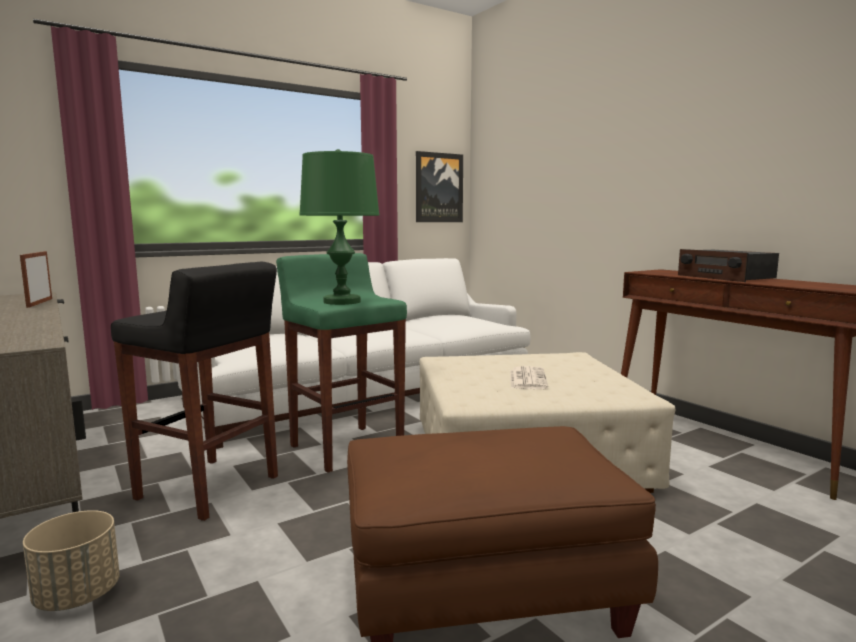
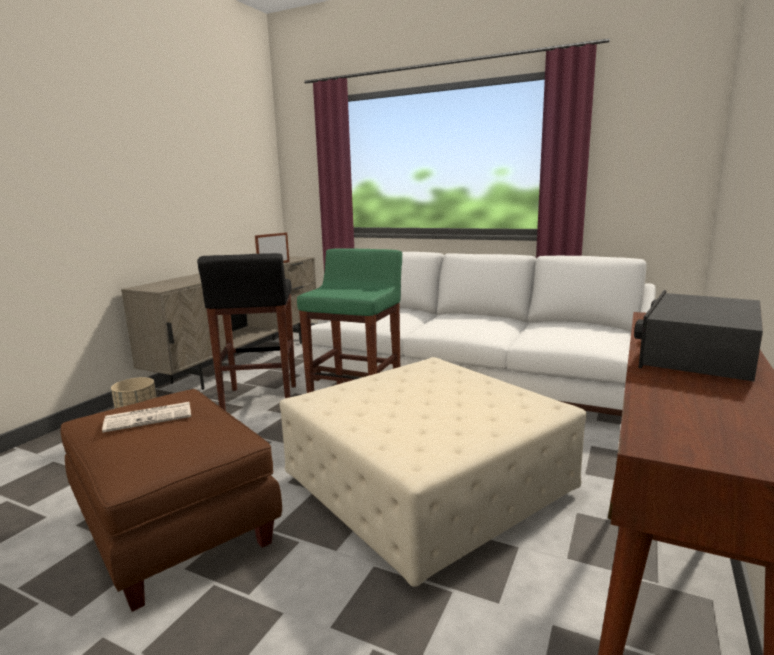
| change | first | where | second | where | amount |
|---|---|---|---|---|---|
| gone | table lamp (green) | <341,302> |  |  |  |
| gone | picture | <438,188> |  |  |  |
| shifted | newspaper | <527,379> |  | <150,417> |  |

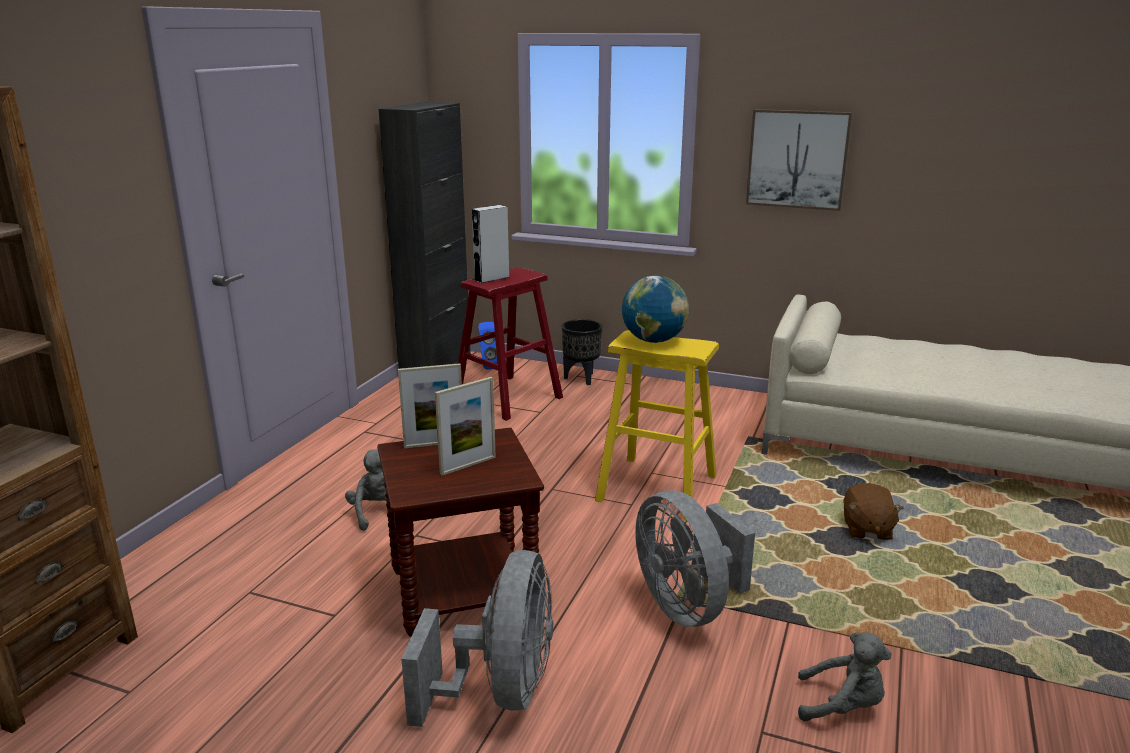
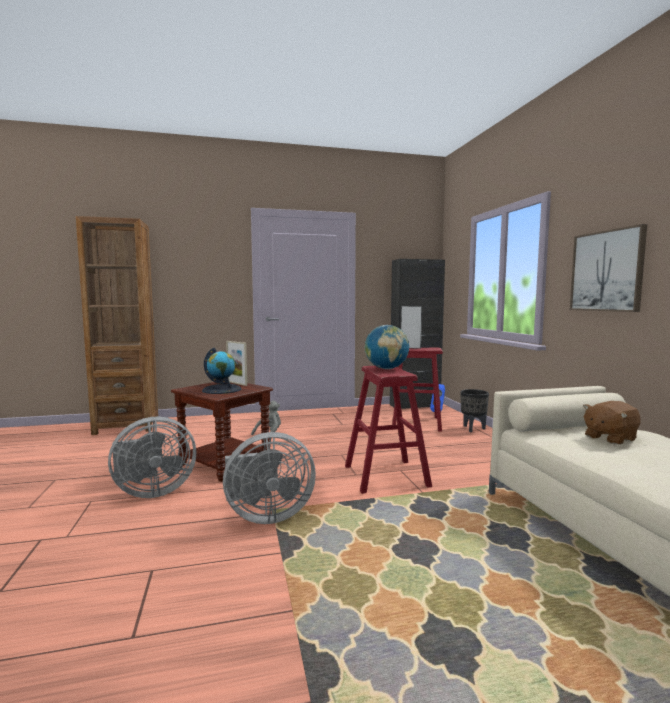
| change | first | where | second | where | amount |
|---|---|---|---|---|---|
| swapped | picture frame | <468,465> | globe | <222,389> |  |
| repainted | stool (yellow) | <657,487> | stool (red) | <386,476> |  |
| rotated | fan (grey) | <688,606> |  | <266,516> | 135 degrees counterclockwise |
| gone | plush toy (grey) | <842,706> |  |  |  |
| shifted | plush toy (brown) | <866,529> |  | <609,438> |  |

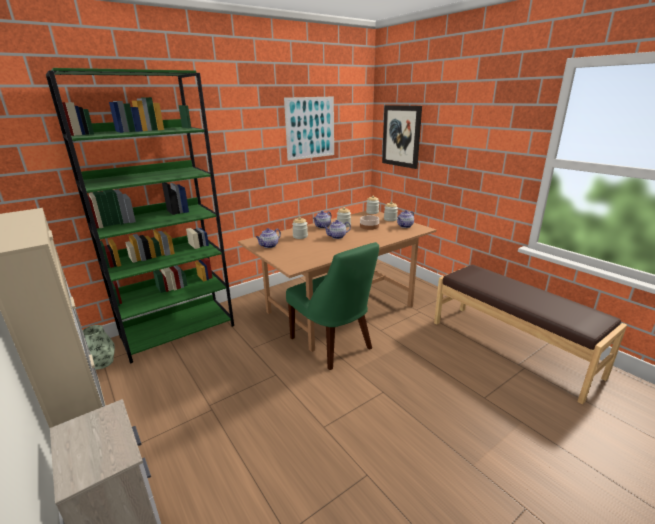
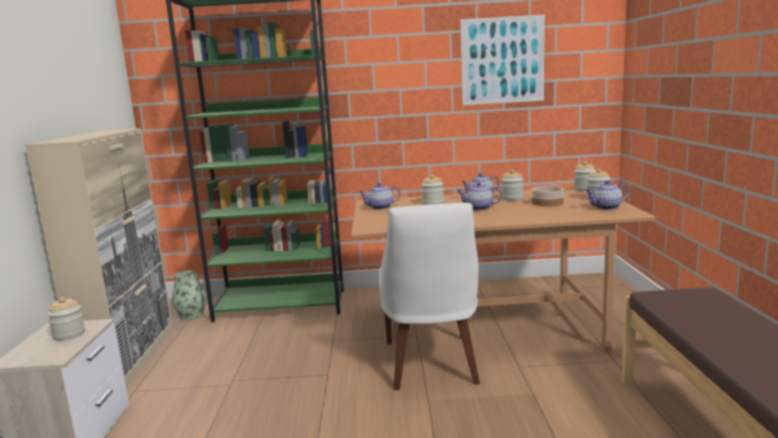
| change | first | where | second | where | amount |
|---|---|---|---|---|---|
| repainted | chair (green) | <333,345> | chair (white) | <431,365> |  |
| gone | picture | <401,136> |  |  |  |
| new |  |  | jar | <69,334> |  |

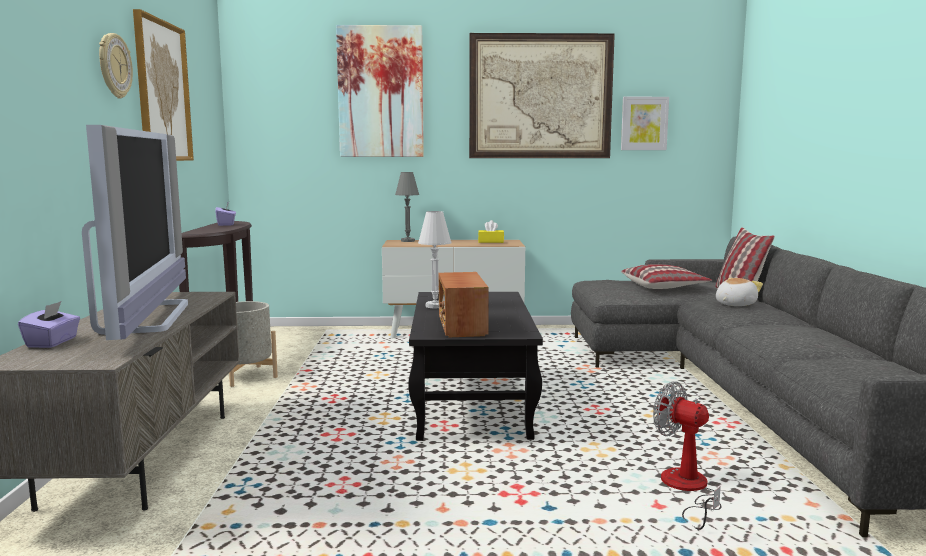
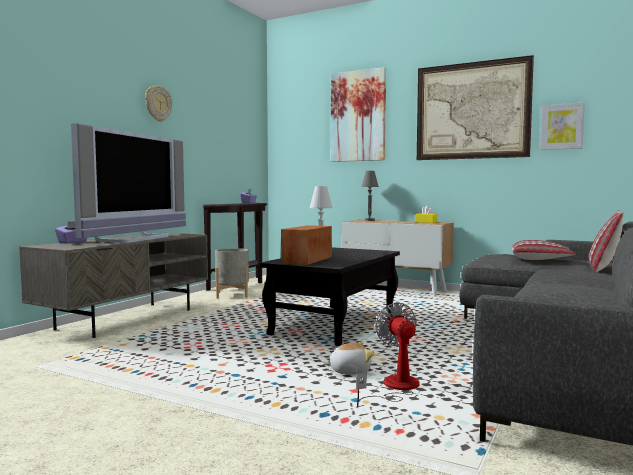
| change | first | where | second | where | amount |
|---|---|---|---|---|---|
| gone | picture | <162,91> |  |  |  |
| shifted | plush toy | <734,304> |  | <349,371> |  |

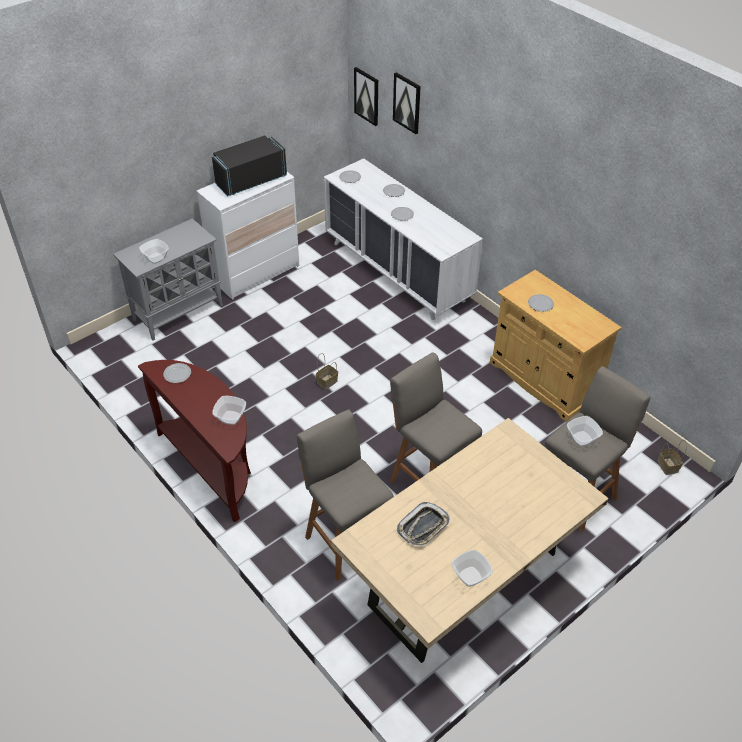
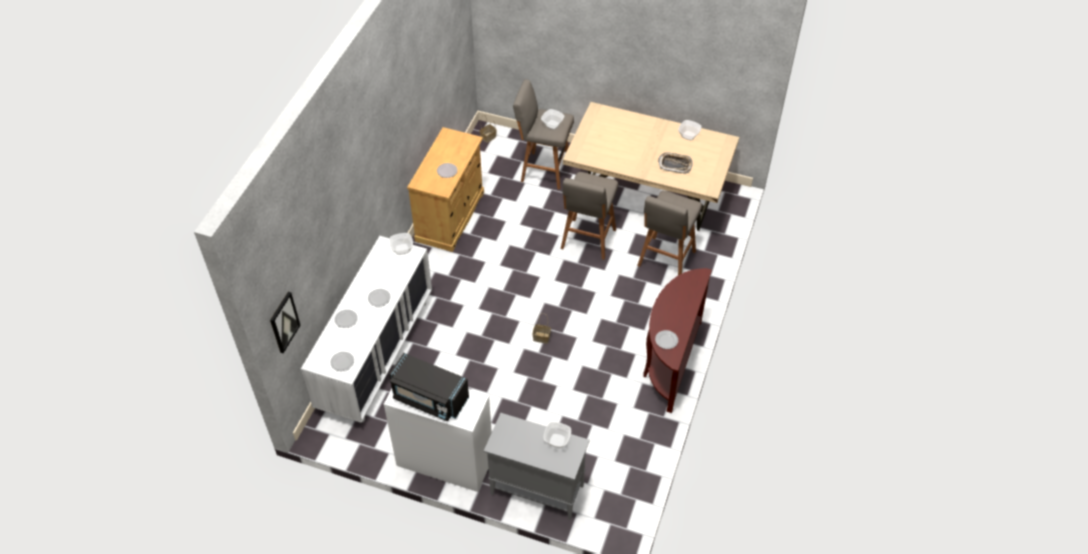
| change | first | where | second | where | amount |
|---|---|---|---|---|---|
| shifted | bowl | <230,418> |  | <402,249> |  |
| gone | picture | <407,103> |  |  |  |

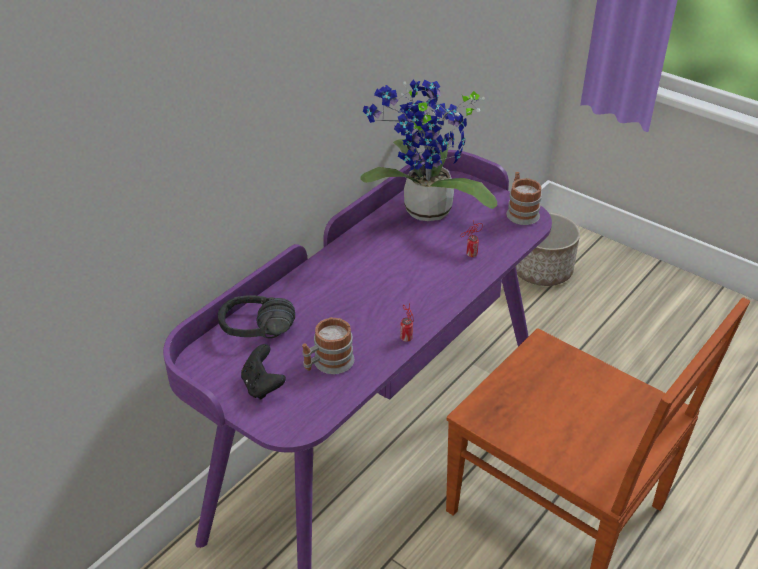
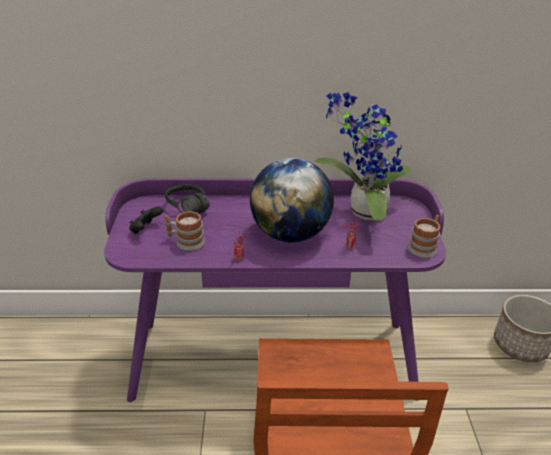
| change | first | where | second | where | amount |
|---|---|---|---|---|---|
| new |  |  | globe | <290,234> |  |

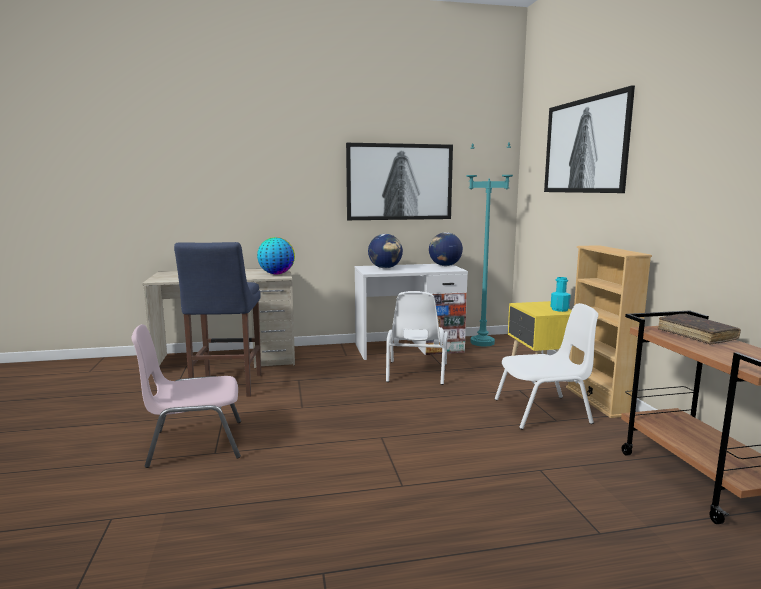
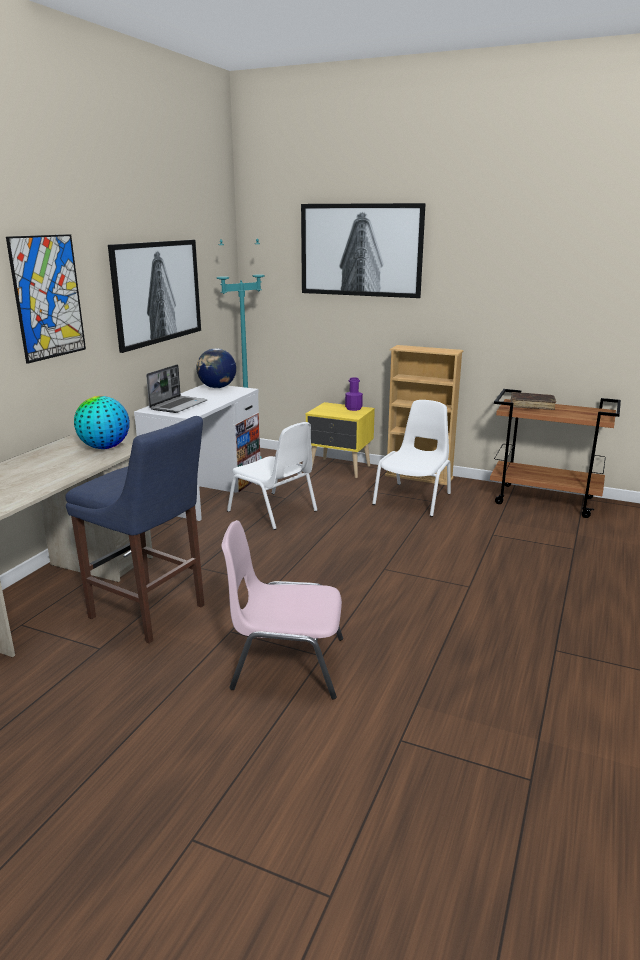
| change | first | where | second | where | amount |
|---|---|---|---|---|---|
| rotated | chair (pink) | <195,443> |  | <286,663> | 75 degrees clockwise |
| swapped | globe | <385,268> | laptop | <178,405> |  |
| repainted | bottle (turquoise) | <559,309> | bottle (purple) | <353,408> |  |
| new |  |  | picture | <48,297> |  |

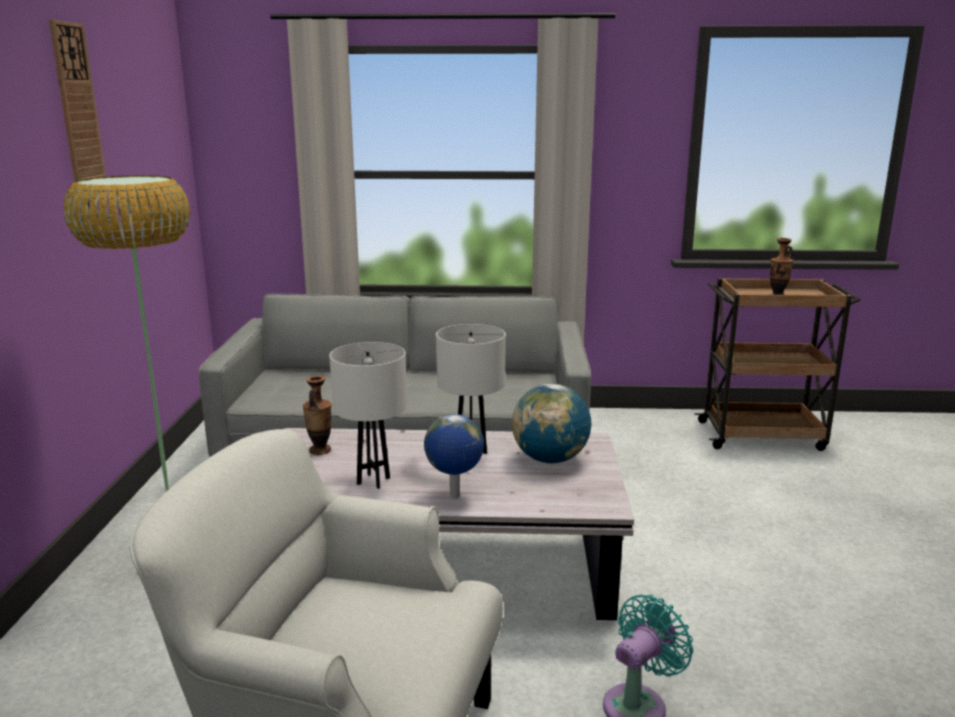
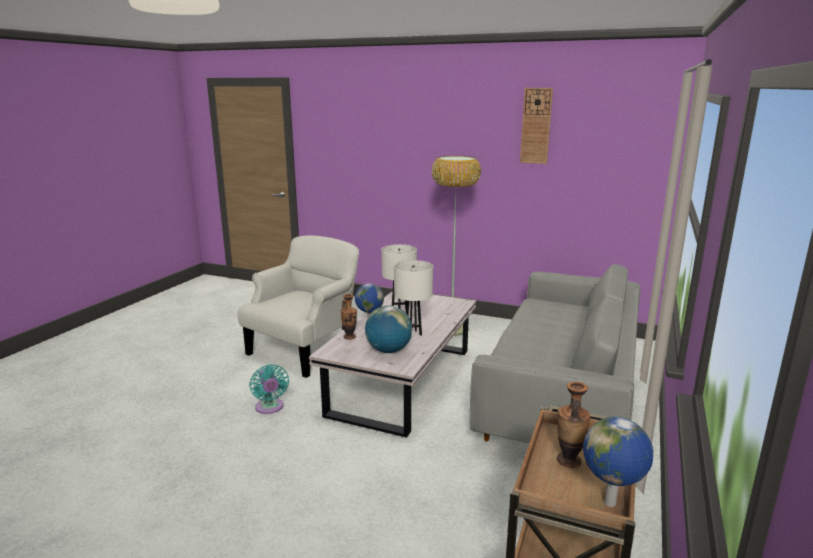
| change | first | where | second | where | amount |
|---|---|---|---|---|---|
| shifted | vase | <320,450> |  | <349,337> |  |
| new |  |  | globe | <611,504> |  |

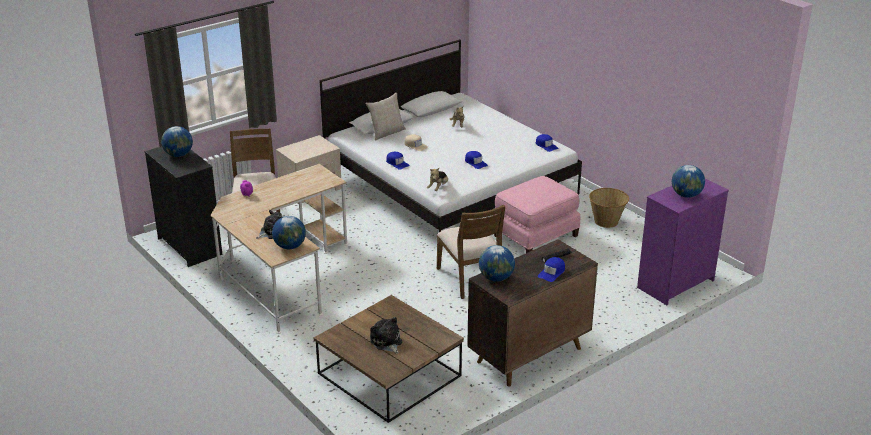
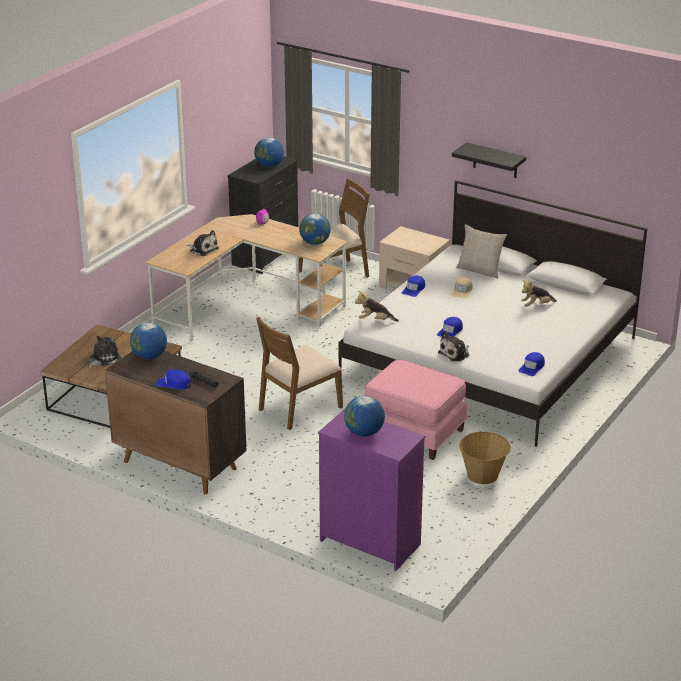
| change | first | where | second | where | amount |
|---|---|---|---|---|---|
| shifted | globe | <290,246> |  | <315,243> |  |
| new |  |  | plush toy | <455,354> |  |
| new |  |  | shelf (black) | <495,160> |  |

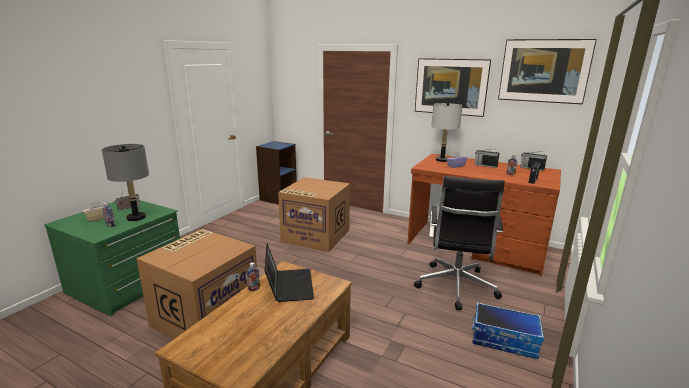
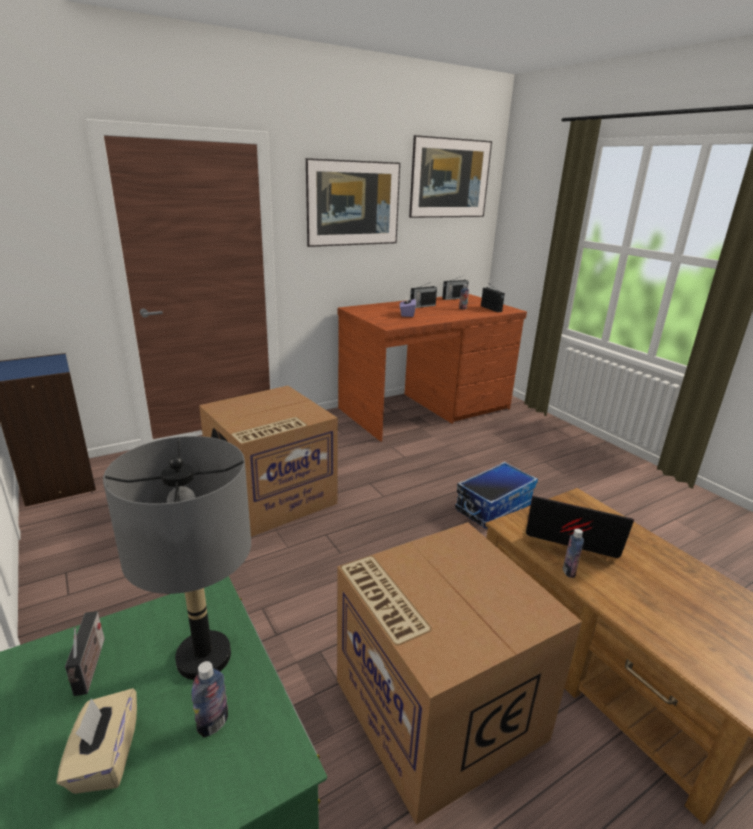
| change | first | where | second | where | amount |
|---|---|---|---|---|---|
| gone | office chair (black) | <455,287> |  |  |  |
| gone | table lamp (grey) | <442,160> |  |  |  |
| shifted | storage box | <504,340> |  | <493,507> |  |

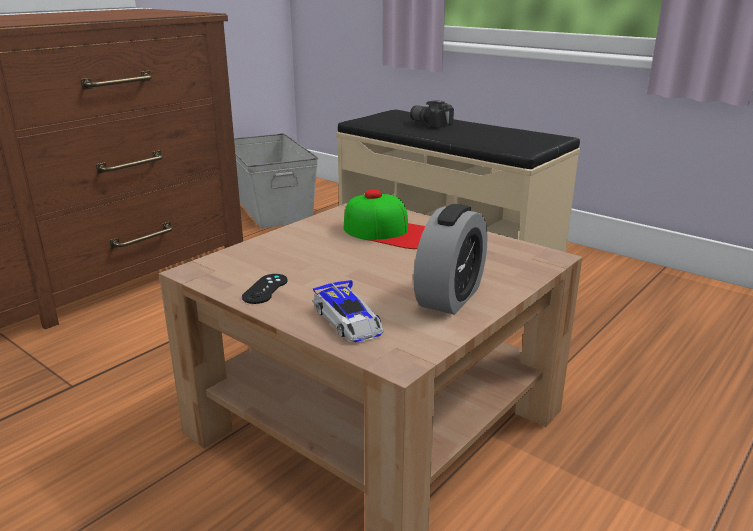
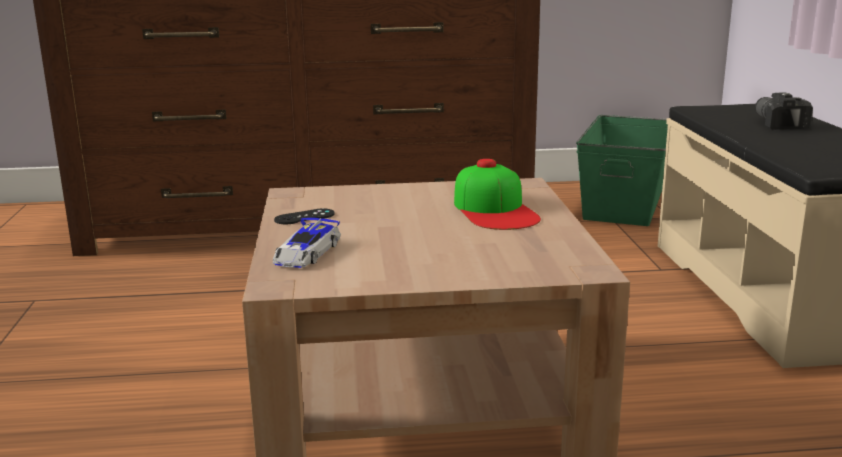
| change | first | where | second | where | amount |
|---|---|---|---|---|---|
| repainted | storage box (grey) | <272,207> | storage box (green) | <626,202> |  |
| gone | alarm clock | <450,297> |  |  |  |

